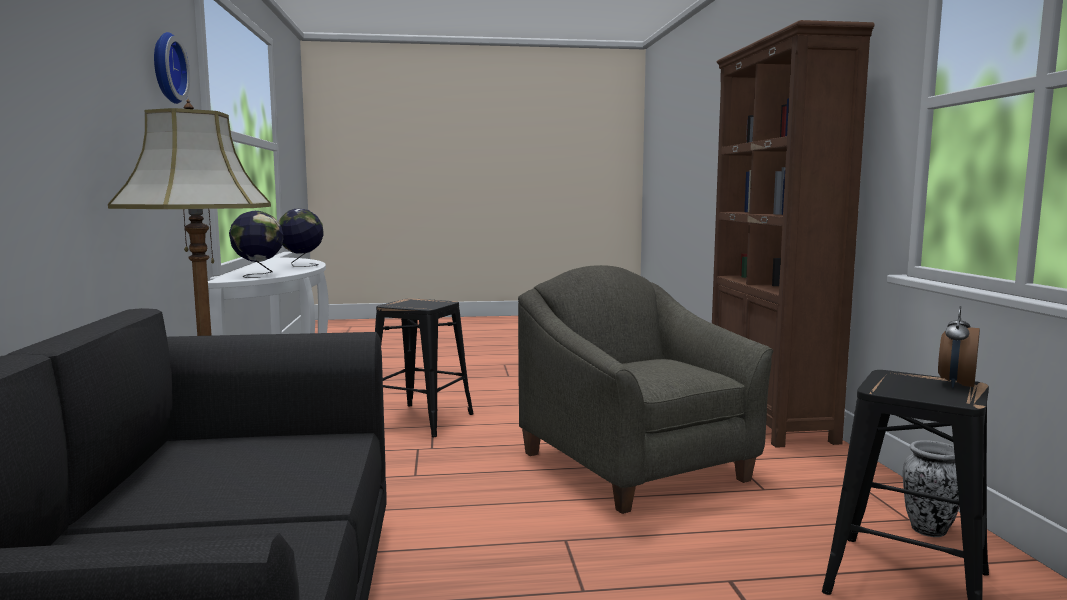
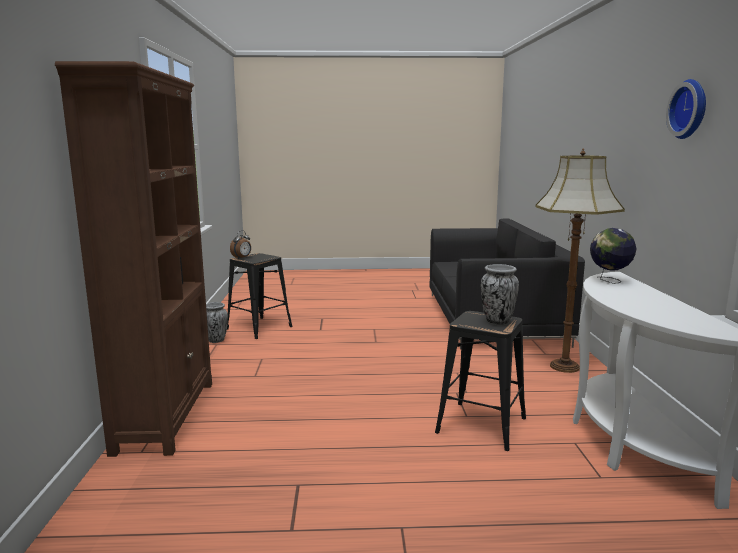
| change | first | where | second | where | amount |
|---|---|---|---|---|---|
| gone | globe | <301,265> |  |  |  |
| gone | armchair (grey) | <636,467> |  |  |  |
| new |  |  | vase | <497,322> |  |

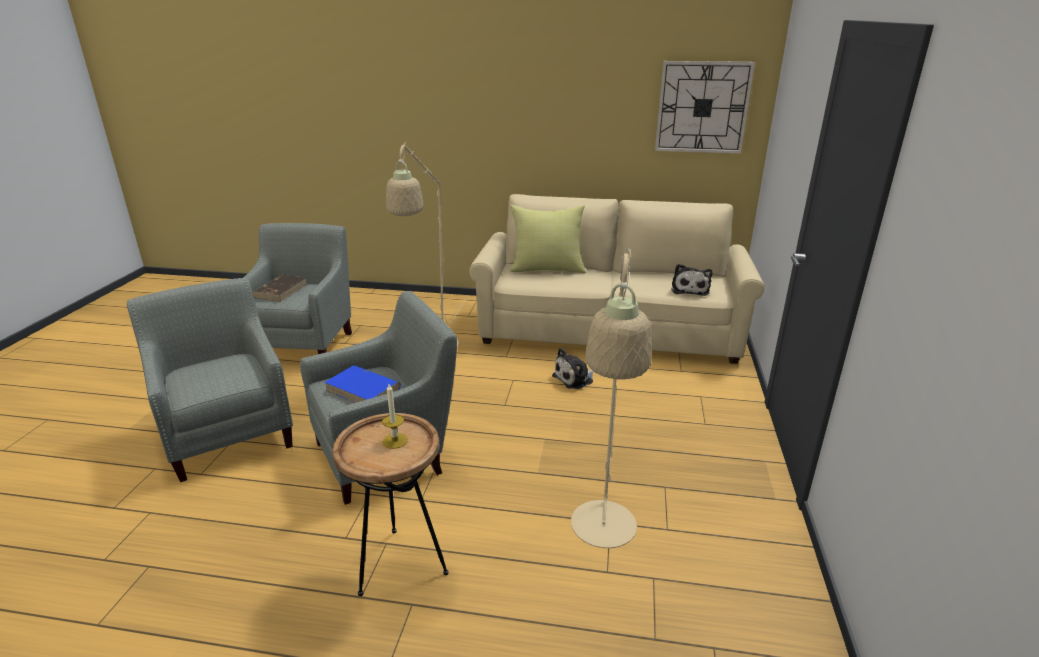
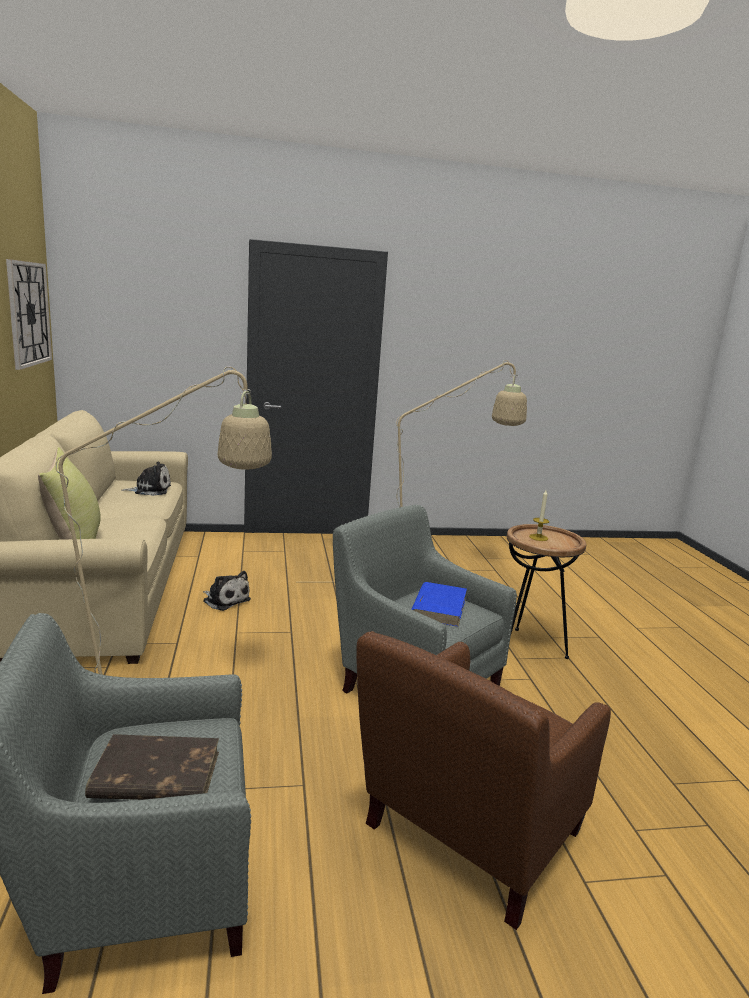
| change | first | where | second | where | amount |
|---|---|---|---|---|---|
| repainted | armchair (grey) | <230,433> | armchair (brown) | <464,837> |  |

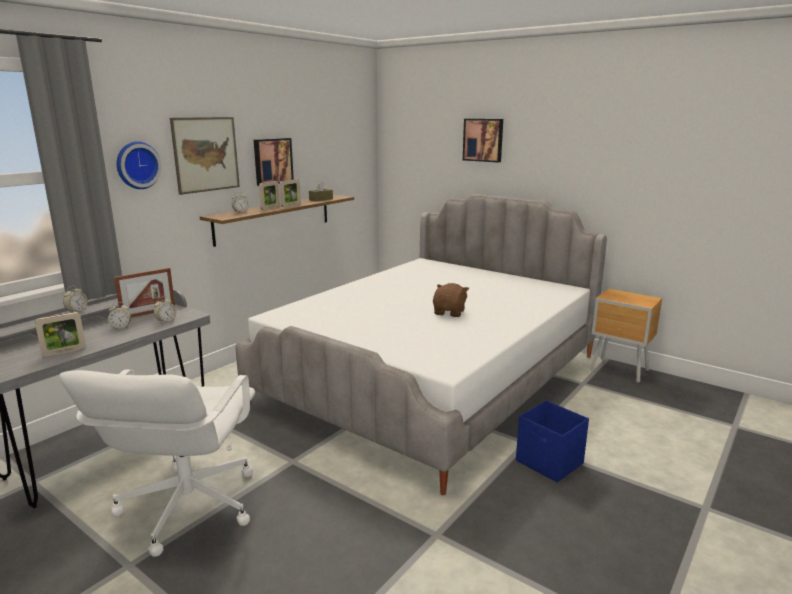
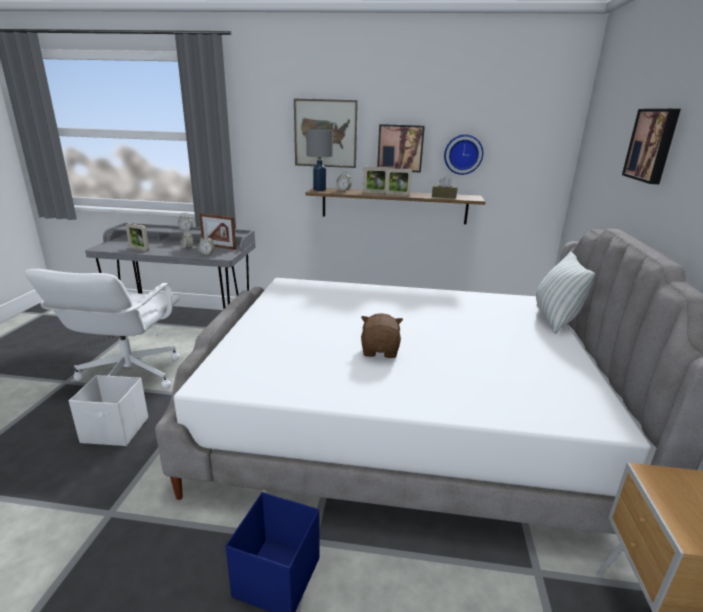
| change | first | where | second | where | amount |
|---|---|---|---|---|---|
| rotated | office chair (white) | <187,507> |  | <128,376> | 60 degrees counterclockwise |
| shifted | wall clock | <137,165> |  | <463,154> |  |
| rotated | plush toy (brown) | <449,312> |  | <380,351> | 75 degrees counterclockwise |
| new |  |  | storage box (white) | <116,430> |  |
| new |  |  | table lamp (grey) | <320,190> |  |
| new |  |  | pillow | <555,319> |  |

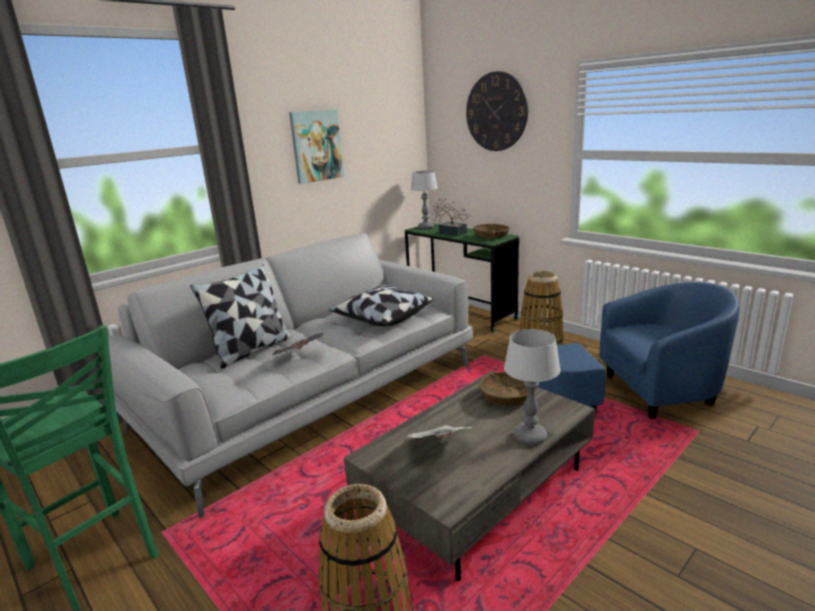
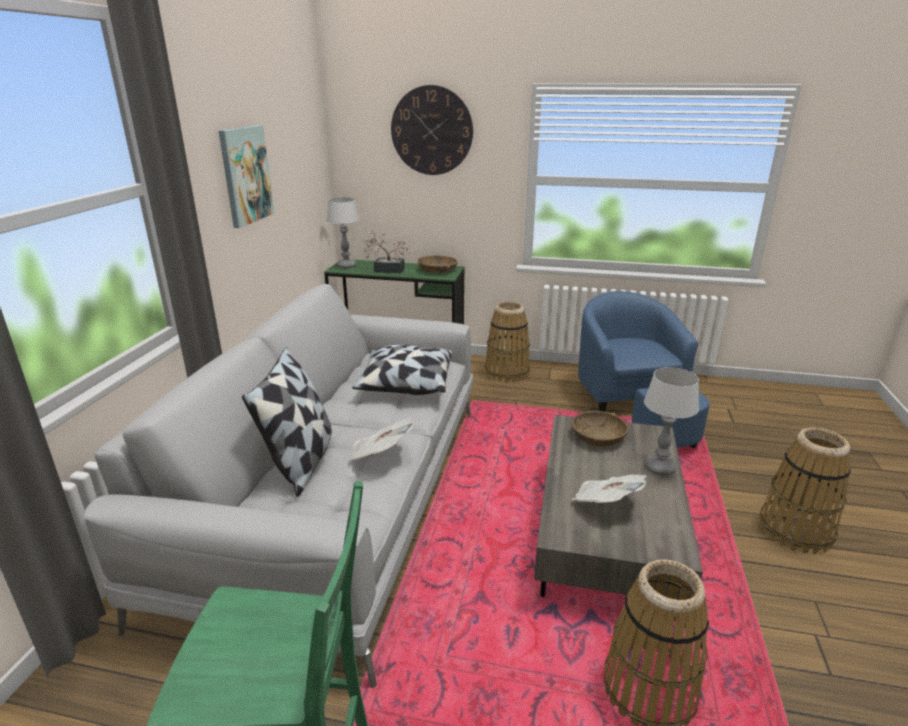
| change | first | where | second | where | amount |
|---|---|---|---|---|---|
| rotated | armchair (blue) | <639,394> |  | <633,405> | 60 degrees counterclockwise |
| new |  |  | basket | <796,530> |  |

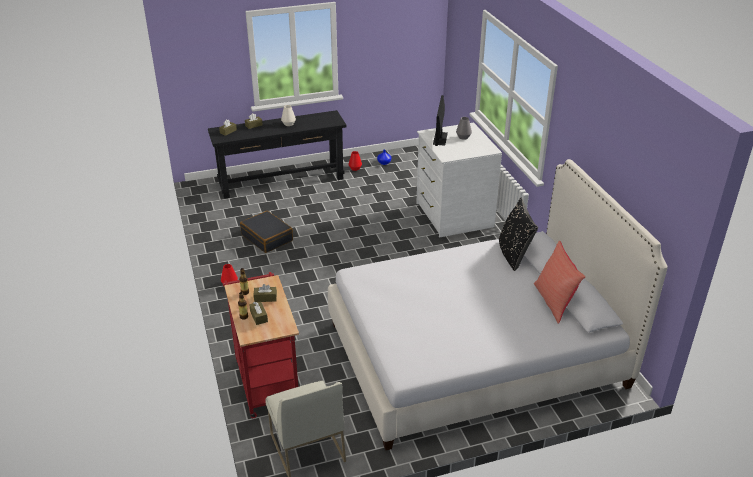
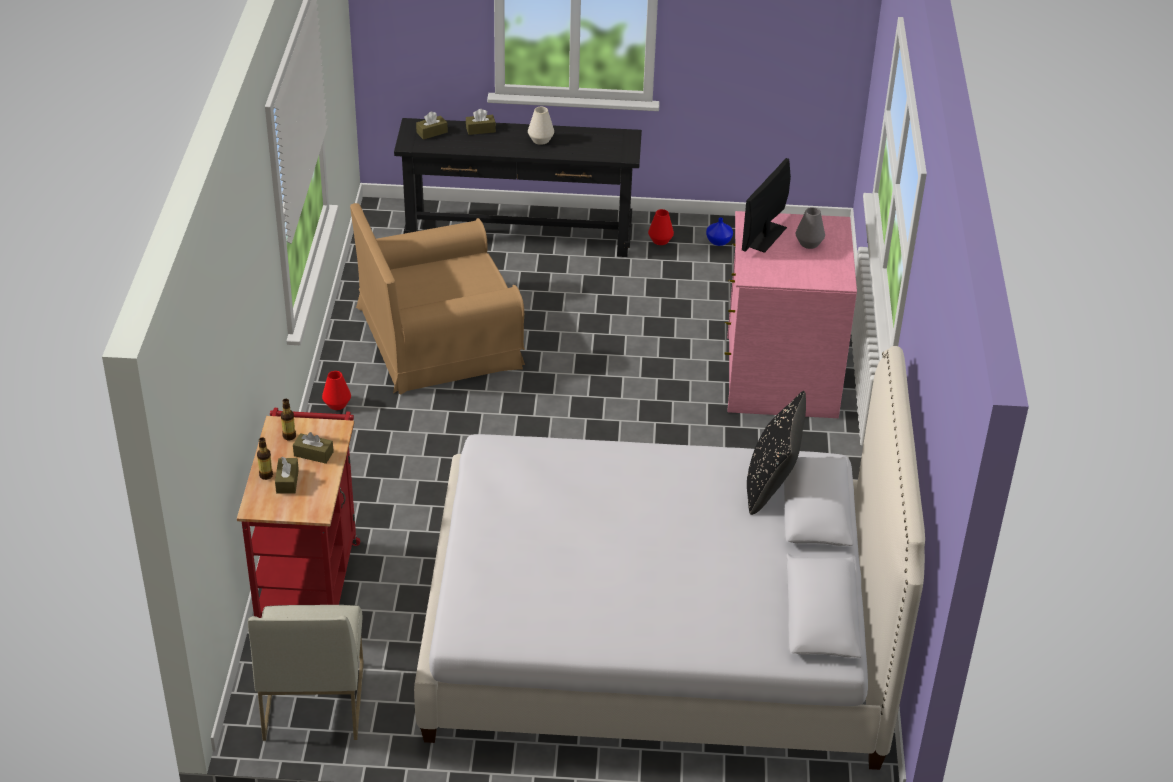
| change | first | where | second | where | amount |
|---|---|---|---|---|---|
| swapped | suitcase (black) | <267,238> | armchair (brown) | <438,337> |  |
| repainted | dresser (white) | <453,215> | dresser (pink) | <778,376> |  |
| gone | pillow (red) | <554,302> |  |  |  |

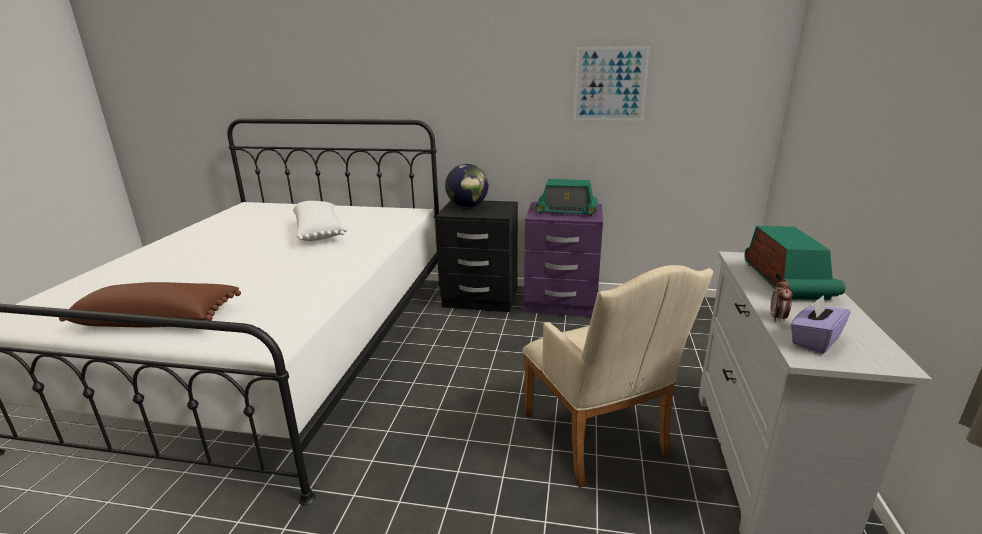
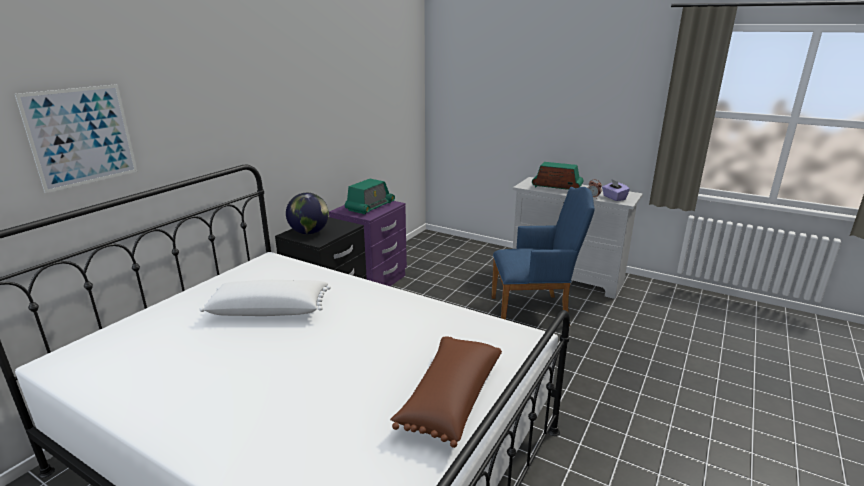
| change | first | where | second | where | amount |
|---|---|---|---|---|---|
| repainted | armchair (beige) | <598,440> | armchair (blue) | <535,311> |  |
| shifted | picture | <610,84> |  | <82,136> |  |

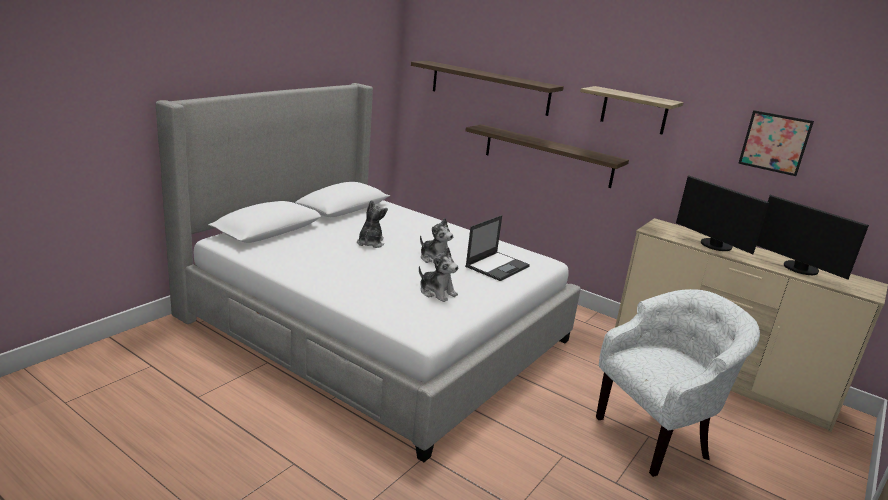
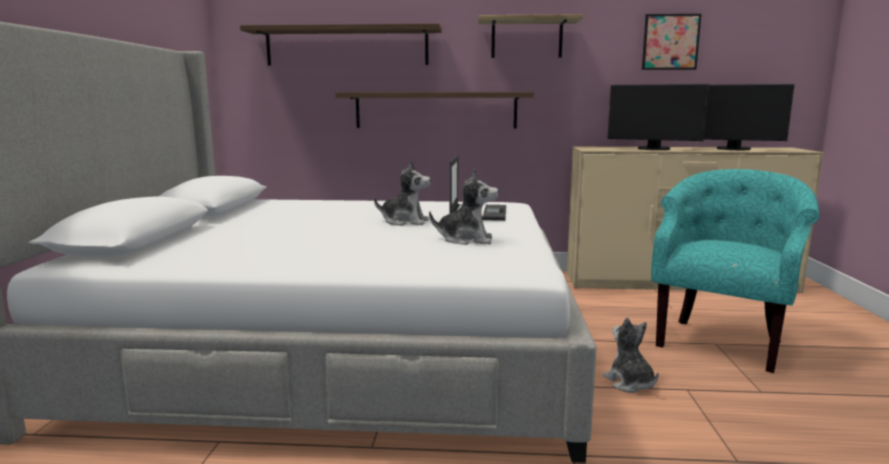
| change | first | where | second | where | amount |
|---|---|---|---|---|---|
| shifted | plush toy | <370,243> |  | <629,383> |  |
| repainted | armchair (white) | <657,437> | armchair (turquoise) | <721,341> |  |

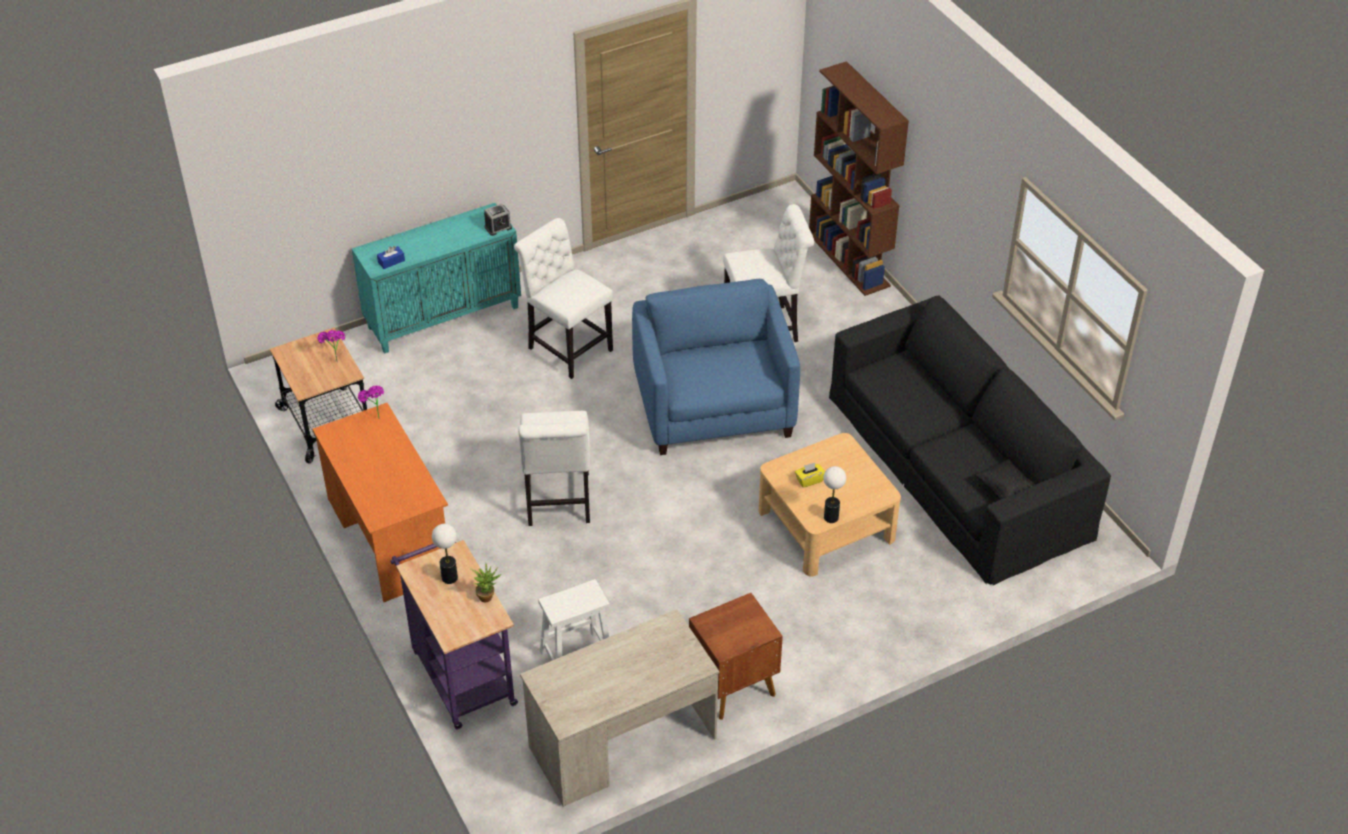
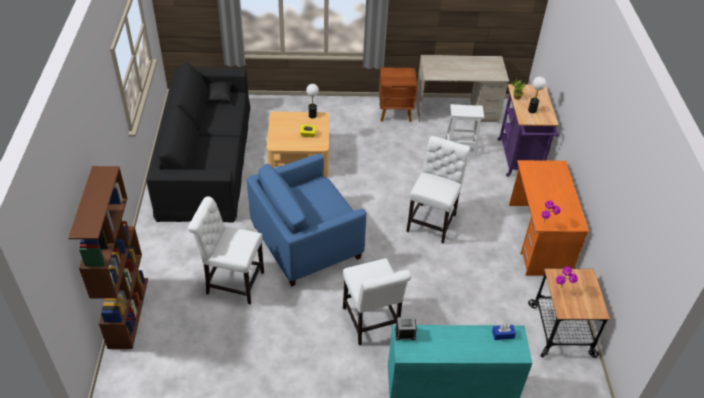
| change | first | where | second | where | amount |
|---|---|---|---|---|---|
| rotated | armchair (blue) | <714,407> |  | <306,241> | 45 degrees clockwise |

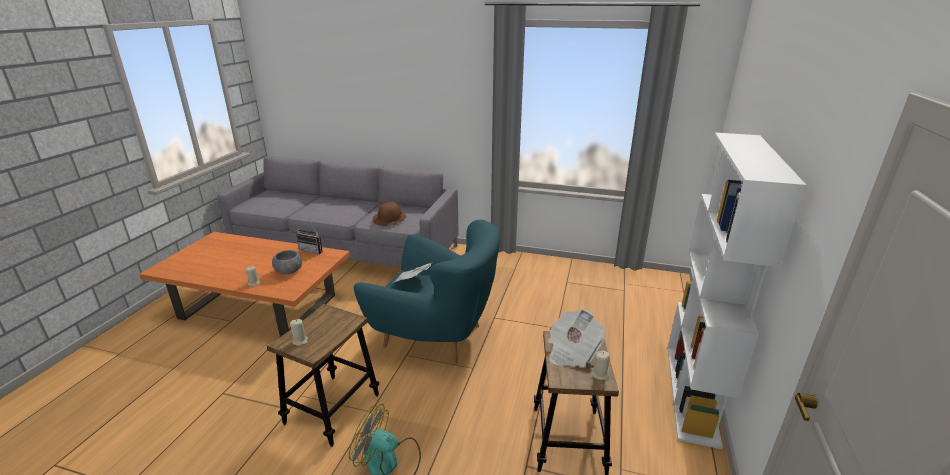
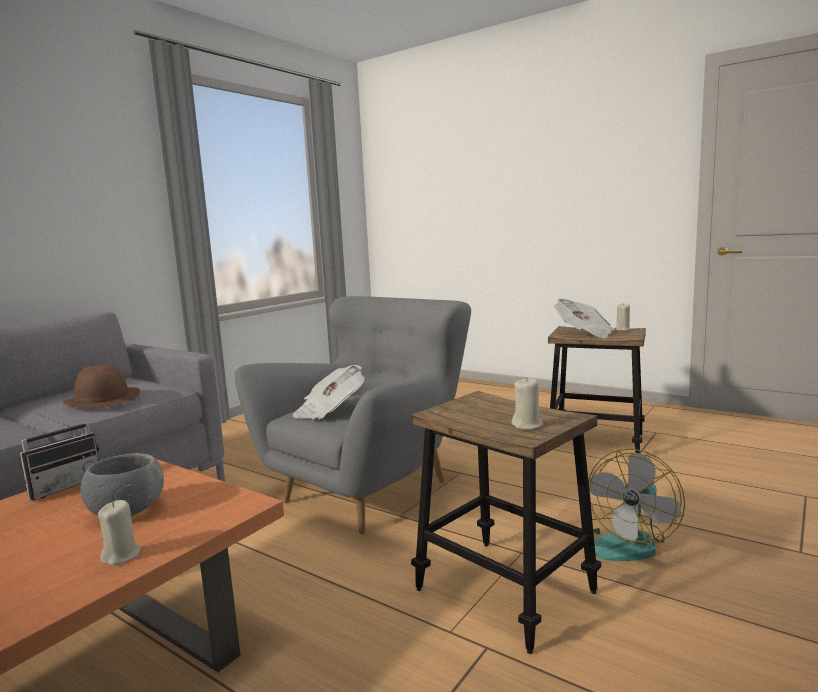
| change | first | where | second | where | amount |
|---|---|---|---|---|---|
| repainted | armchair (turquoise) | <435,336> | armchair (grey) | <370,490> |  |
| gone | bookcase (white) | <692,393> |  |  |  |

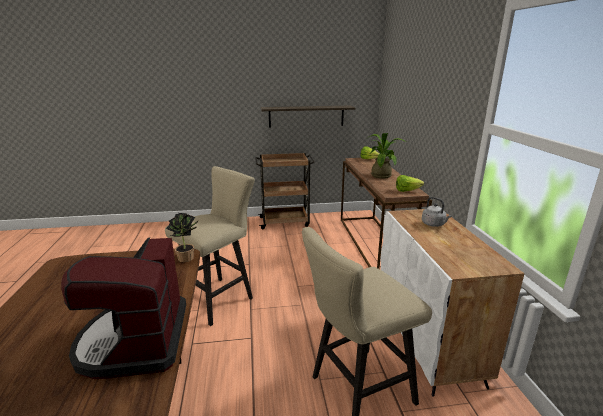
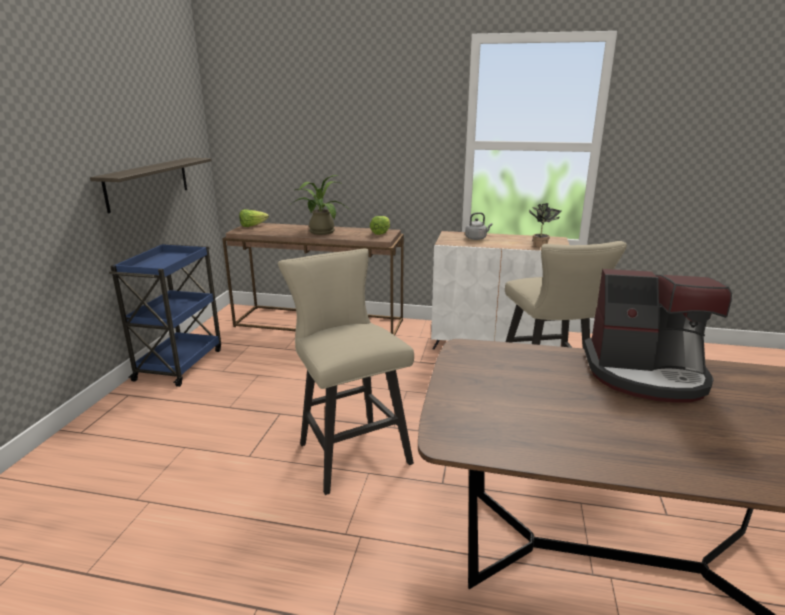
| change | first | where | second | where | amount |
|---|---|---|---|---|---|
| shifted | potted plant | <188,258> |  | <541,245> |  |
| repainted | cart (brown) | <285,221> | cart (blue) | <180,363> |  |

